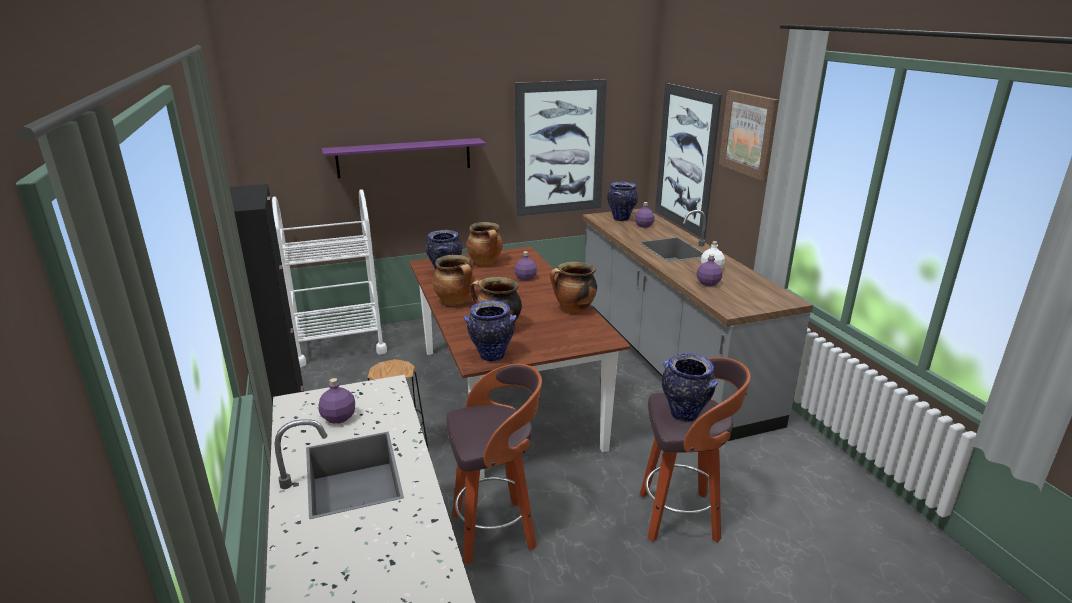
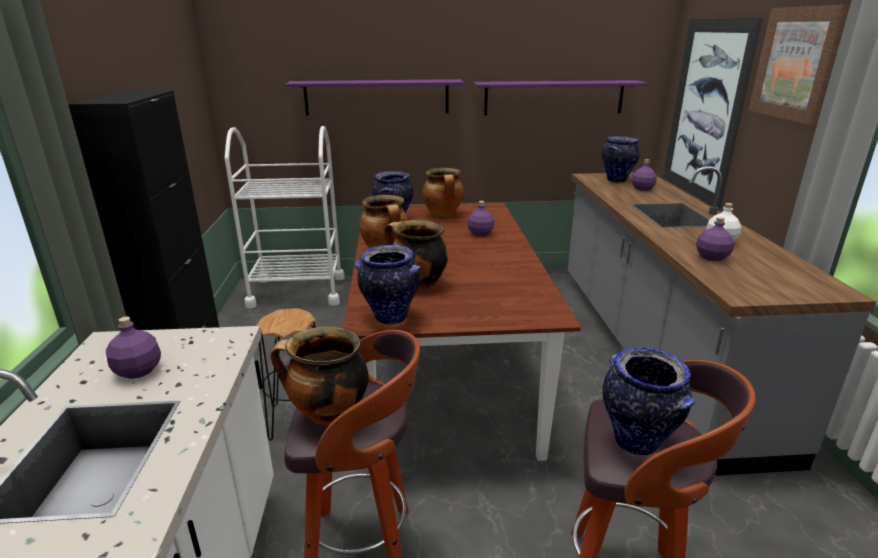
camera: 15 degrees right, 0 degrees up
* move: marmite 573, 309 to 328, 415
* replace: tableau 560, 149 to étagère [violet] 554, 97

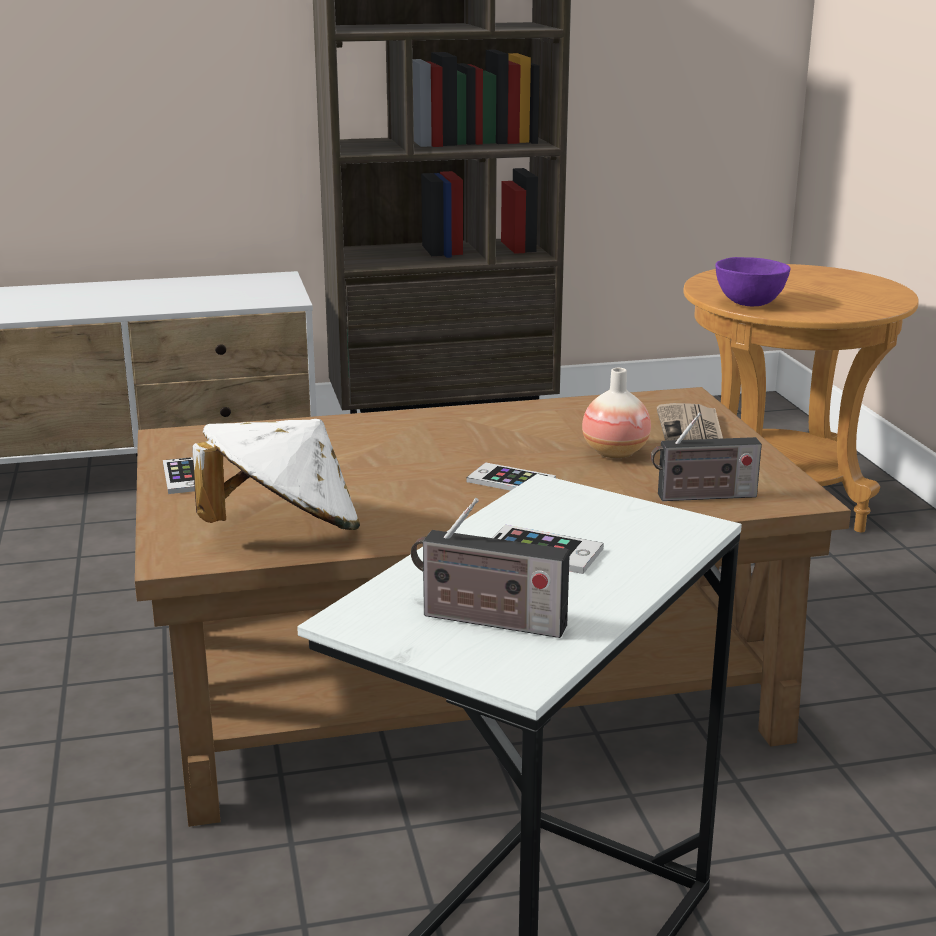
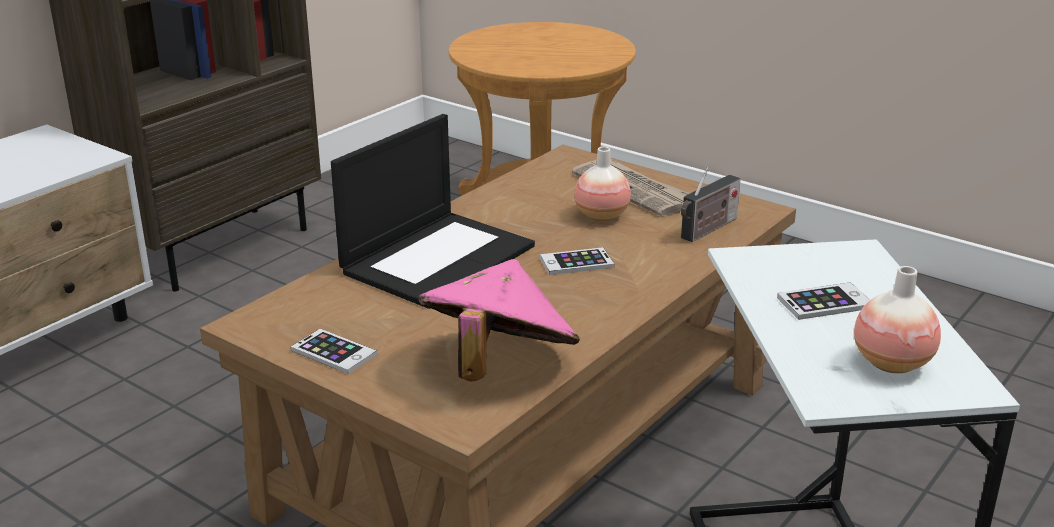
camera: 40 degrees left, 5 degrees up
* delete: bol [violet] 748, 303
* insert: ordinateur portable 438, 258
* replace: radio 486, 621 to vase 891, 363
* recolor: chapeau [blanc] 284, 530 to chapeau [rose] 497, 365

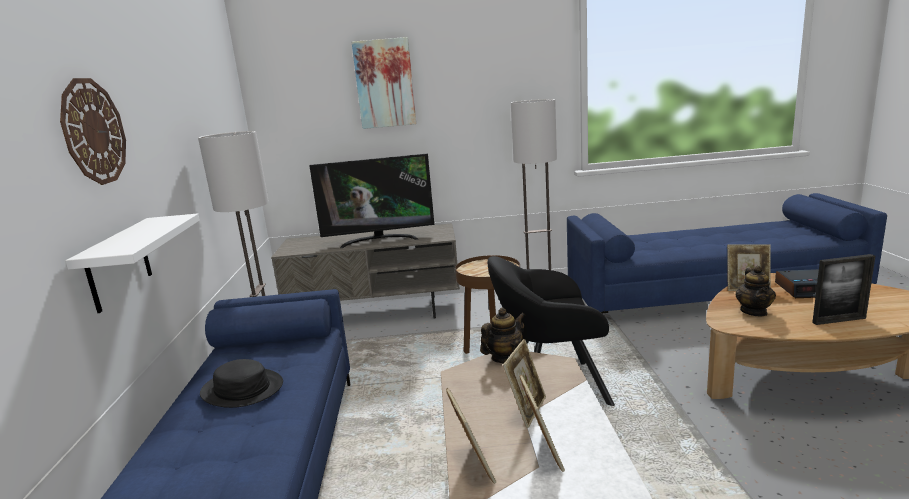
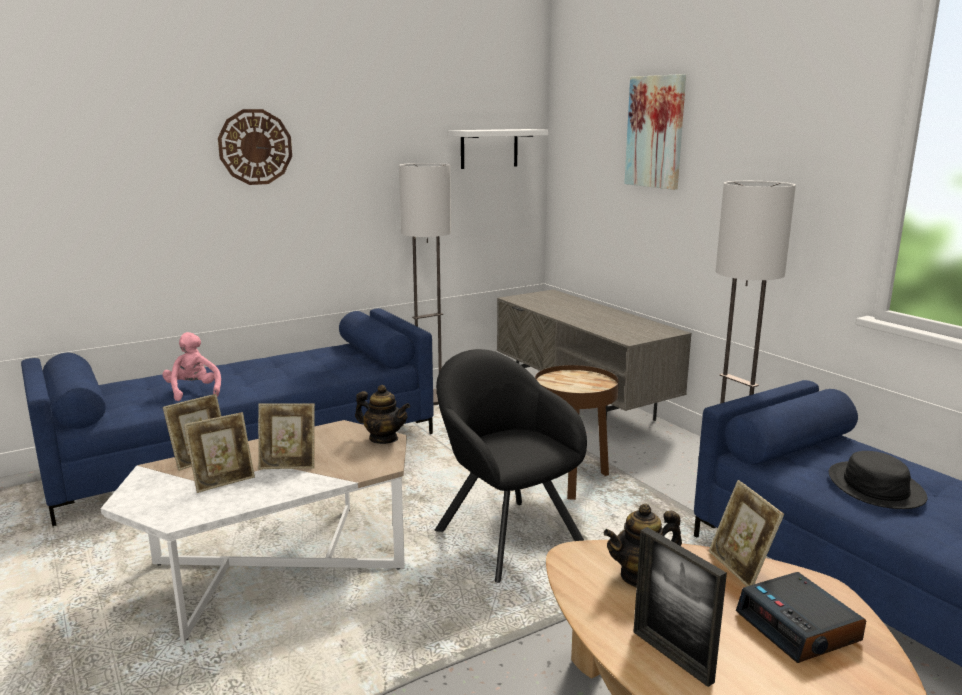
camera: 60 degrees right, 0 degrees up
* delete: téléviseur 379, 240
* insert: peluche [rose] 193, 391
* move: étagère [blanc] 118, 264 to 489, 148
* move: chapeau [noir] 242, 389 to 875, 487

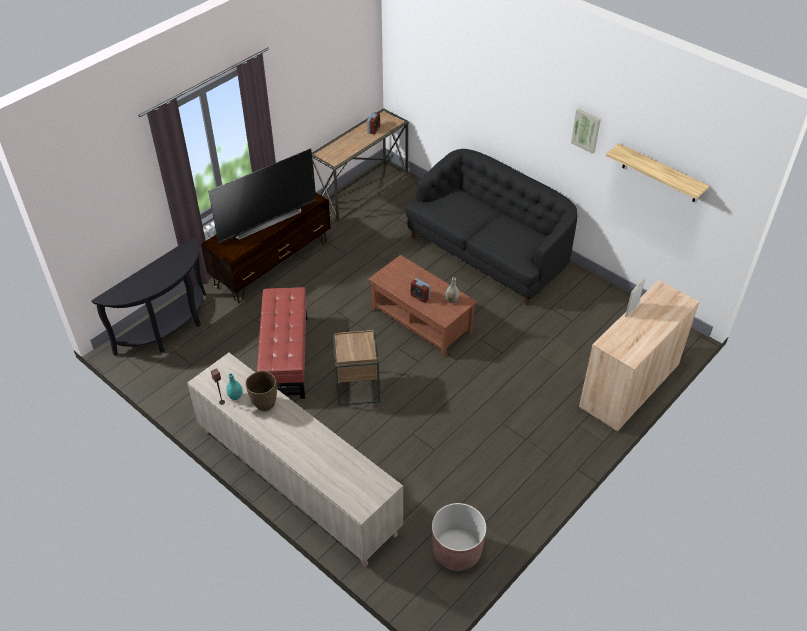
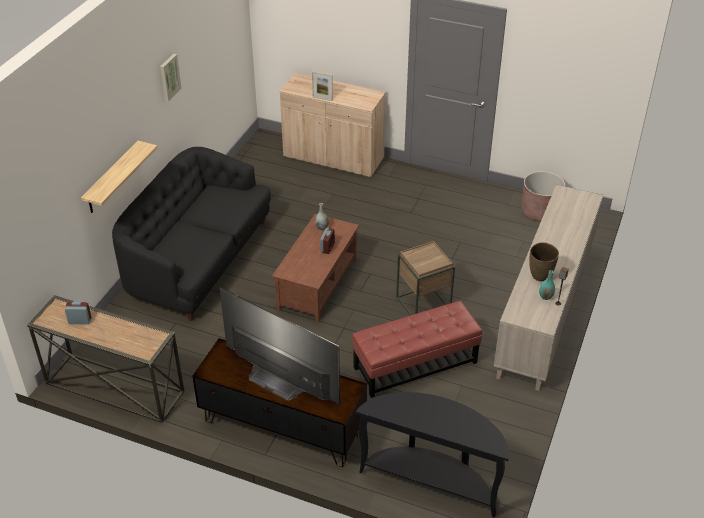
camera: 110 degrees left, 5 degrees down
* move: étagère 660, 174 to 112, 178

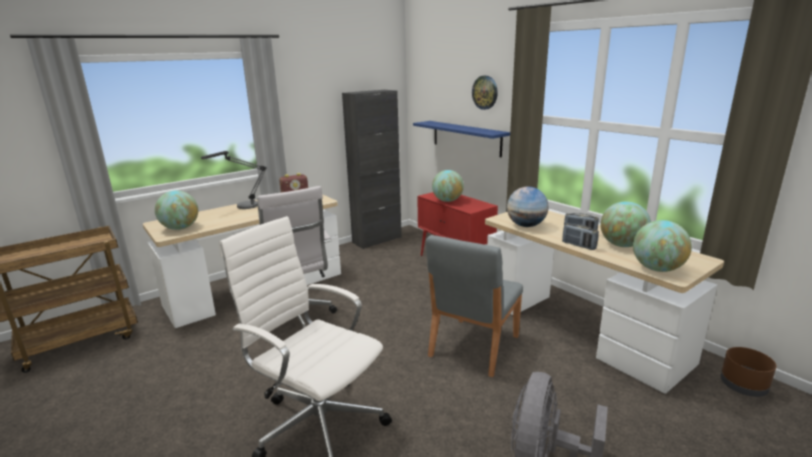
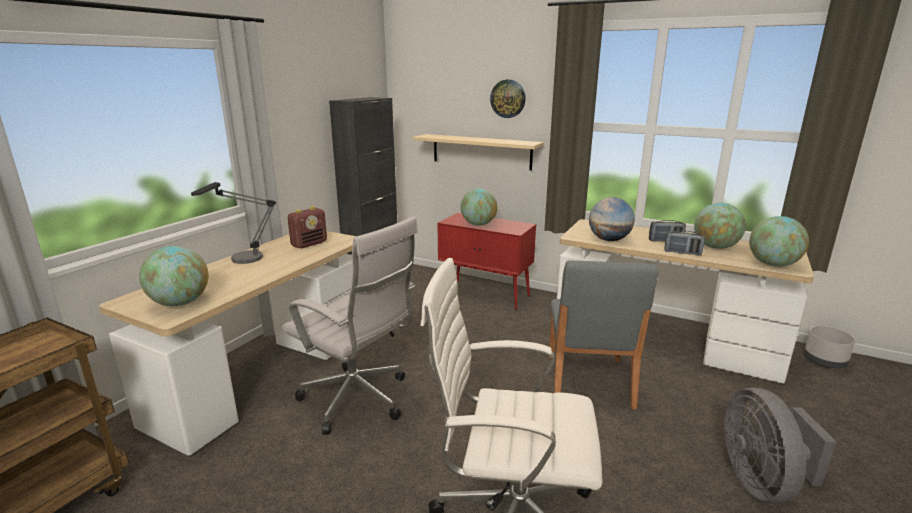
camera: 25 degrees left, 0 degrees up
* recolor: étagère [bleu] 466, 138 to étagère [beige] 481, 151
* recolor: cache-pot [marron] 743, 386 to cache-pot [gris] 825, 361

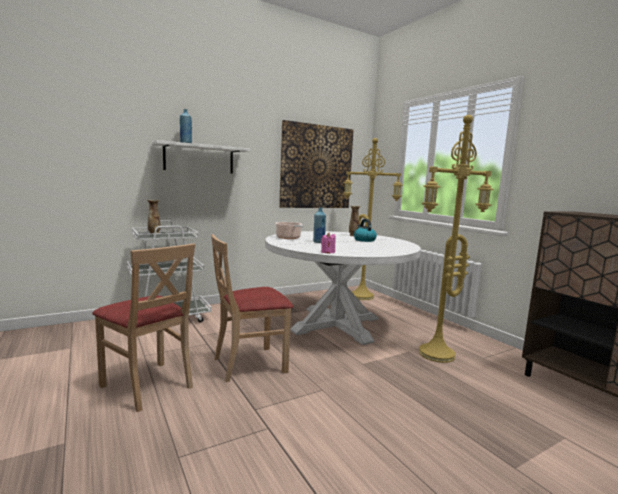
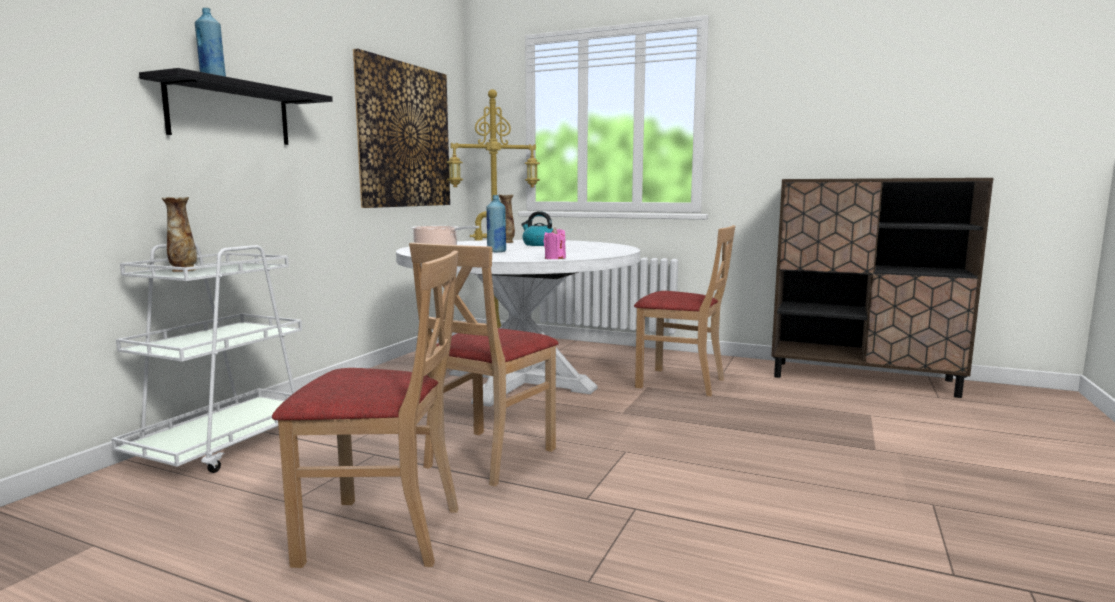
camera: 35 degrees left, 0 degrees up
* replace: lampadaire [jaune] 437, 355 to chaise [beige] 680, 382
* recolor: étagère [blanc] 199, 159 to étagère [noir] 230, 113

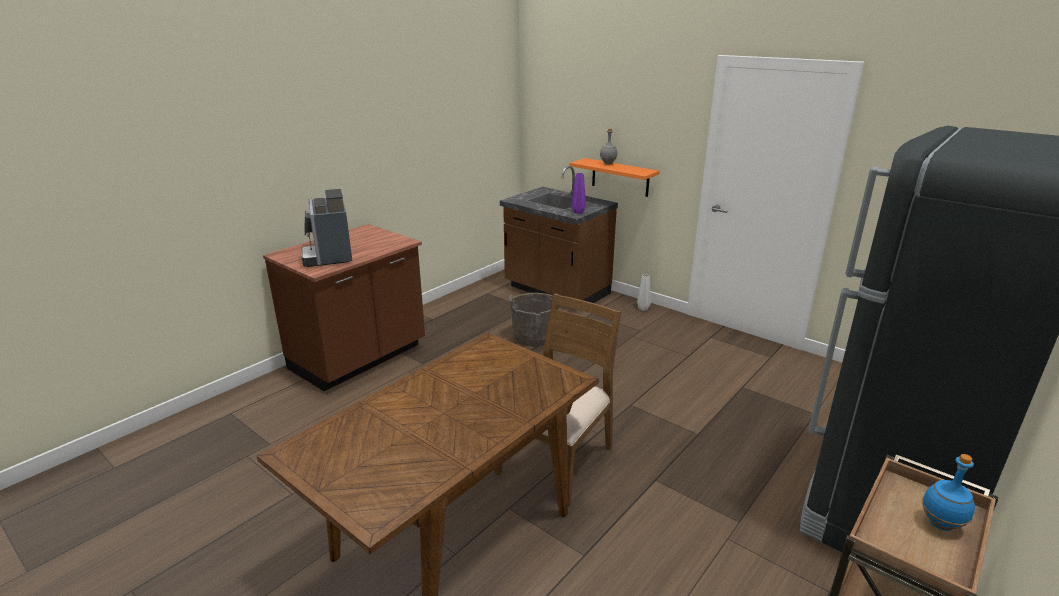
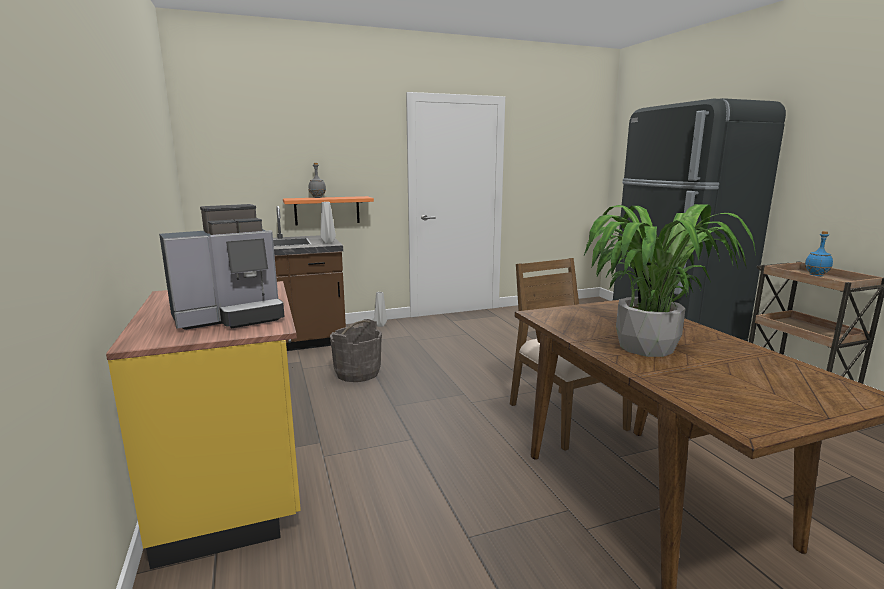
camera: 60 degrees left, 10 degrees down
* insert: plante en pot 644, 347
* recolor: comptoir de cuisine [marron] 359, 358 to comptoir de cuisine [jaune] 236, 486
* recolor: vase [violet] 578, 212 to vase [gris] 327, 242
* rotate: machine à café 329, 256 = 231, 317 45 degrees counterclockwise

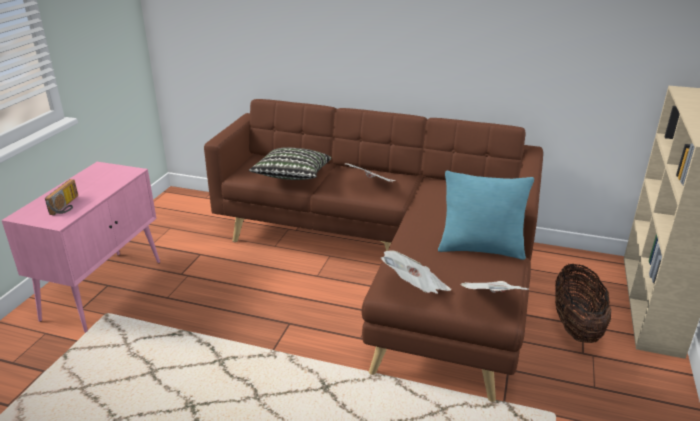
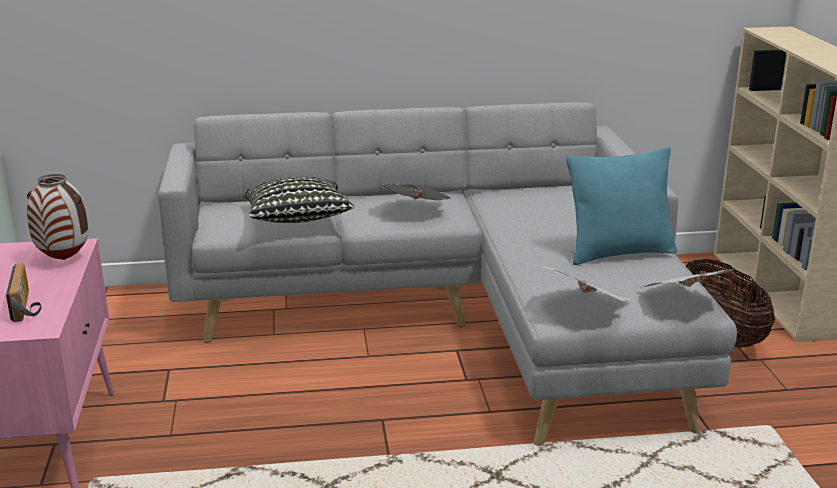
camera: 25 degrees left, 5 degrees down
* insert: vase 65, 259
* recolor: canapé [marron] 391, 270 to canapé [gris] 461, 326

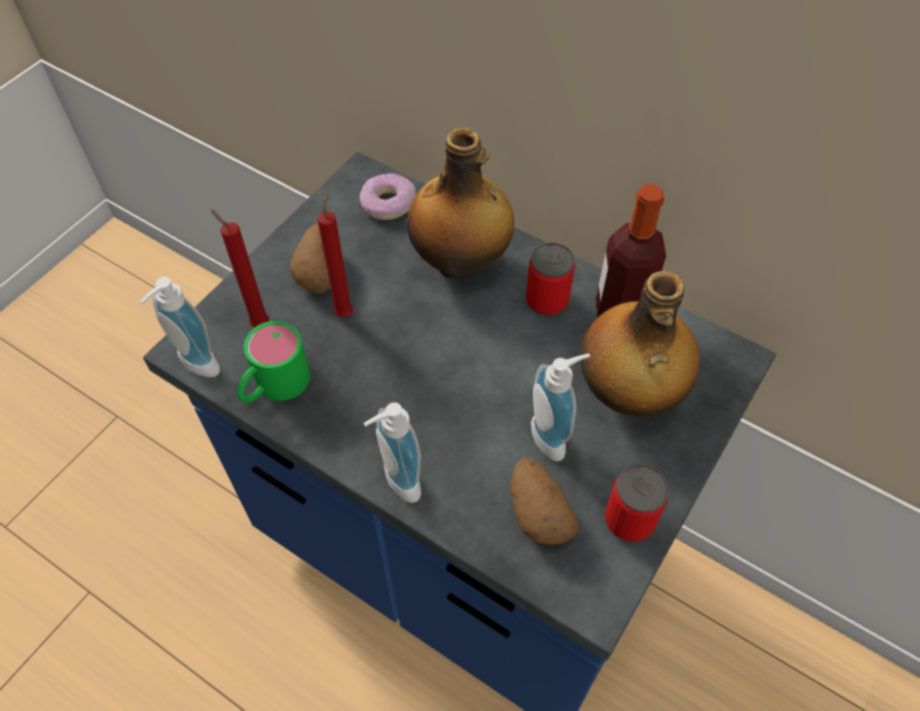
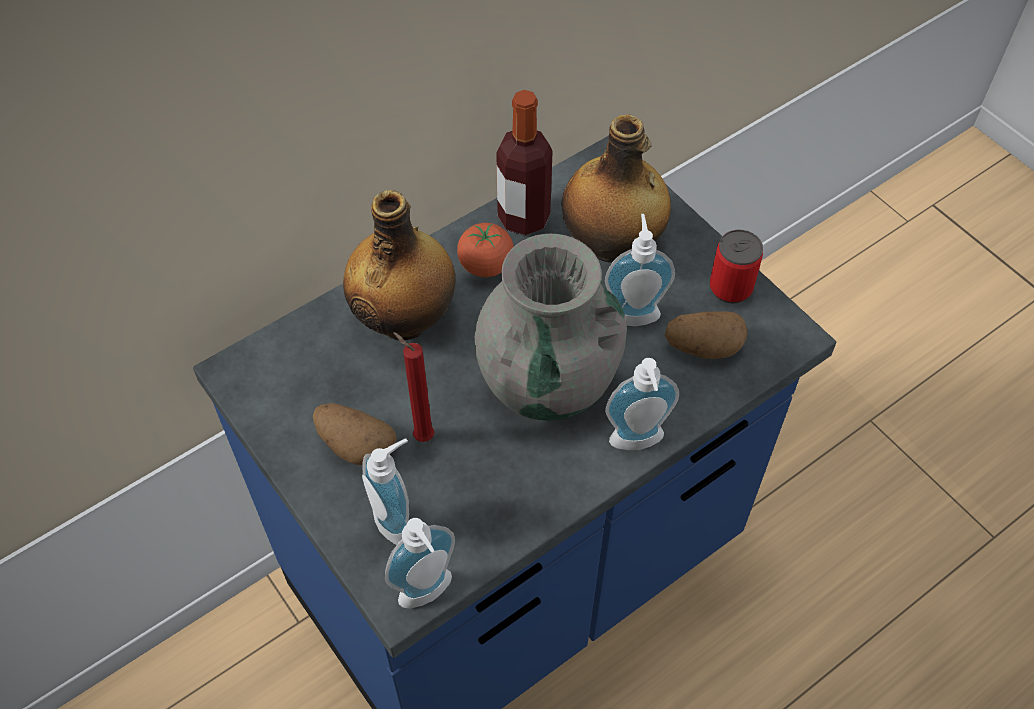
camera: 70 degrees left, 0 degrees up
* delete: mug [vert] 273, 386
* delete: beignet 388, 203
* insert: vase [gris] 548, 381
* replace: bougie [rouge] 258, 323 to distributeur de savon 398, 520
* replace: boîte métallique 547, 300 to tomate 486, 266

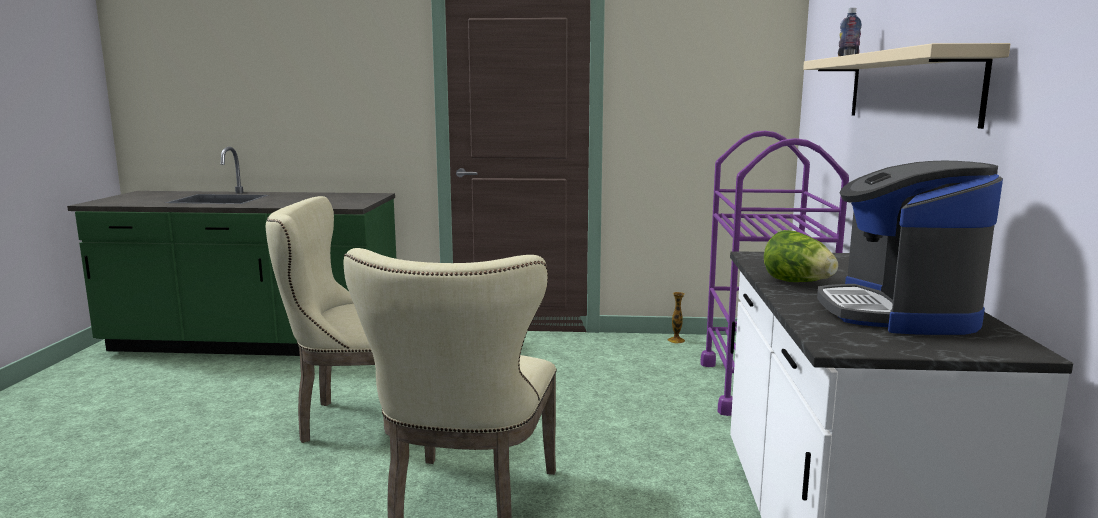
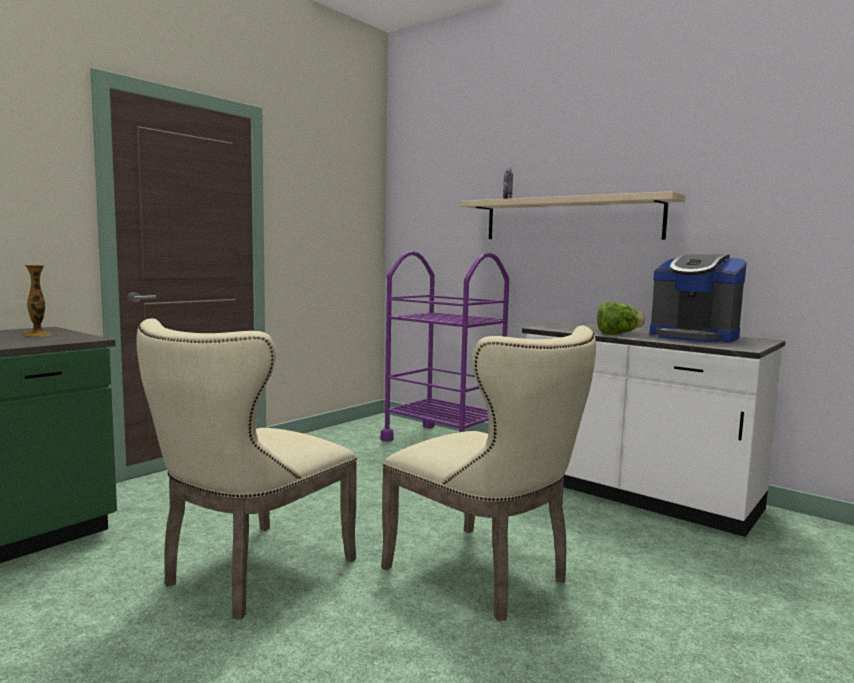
camera: 55 degrees left, 5 degrees down
* move: vase 676, 340 to 37, 335

